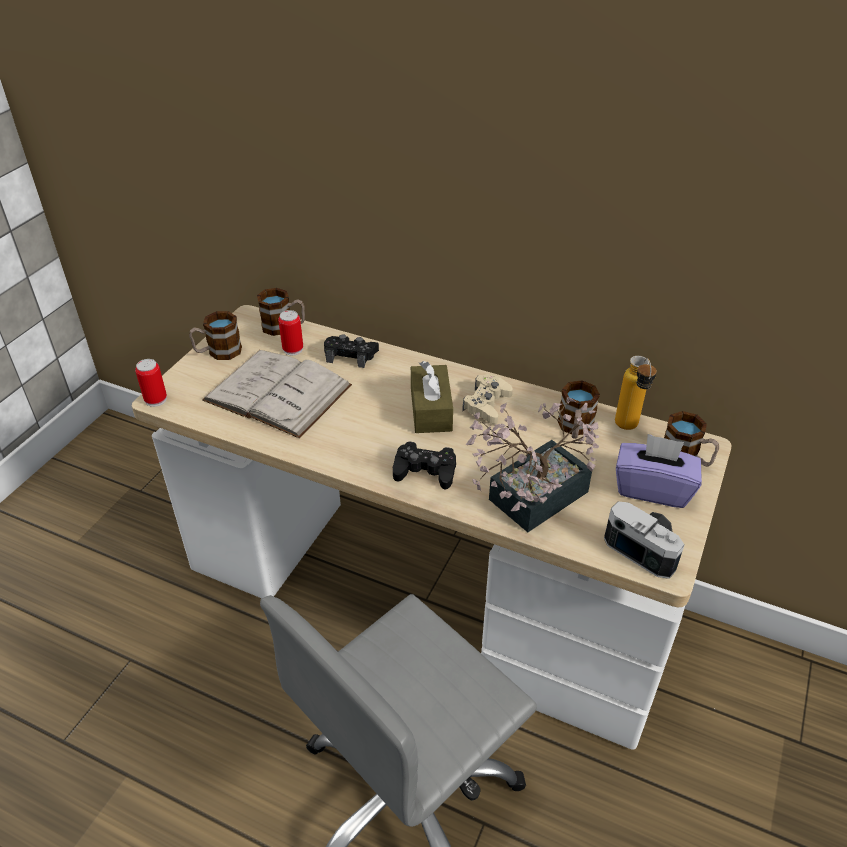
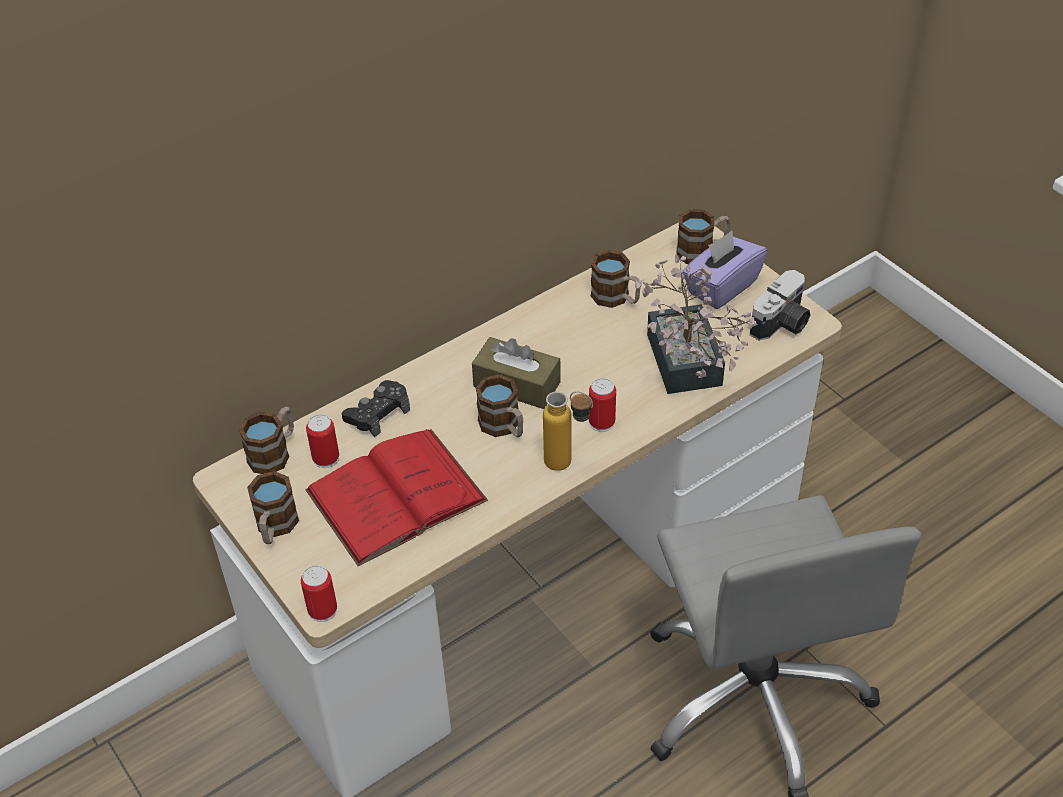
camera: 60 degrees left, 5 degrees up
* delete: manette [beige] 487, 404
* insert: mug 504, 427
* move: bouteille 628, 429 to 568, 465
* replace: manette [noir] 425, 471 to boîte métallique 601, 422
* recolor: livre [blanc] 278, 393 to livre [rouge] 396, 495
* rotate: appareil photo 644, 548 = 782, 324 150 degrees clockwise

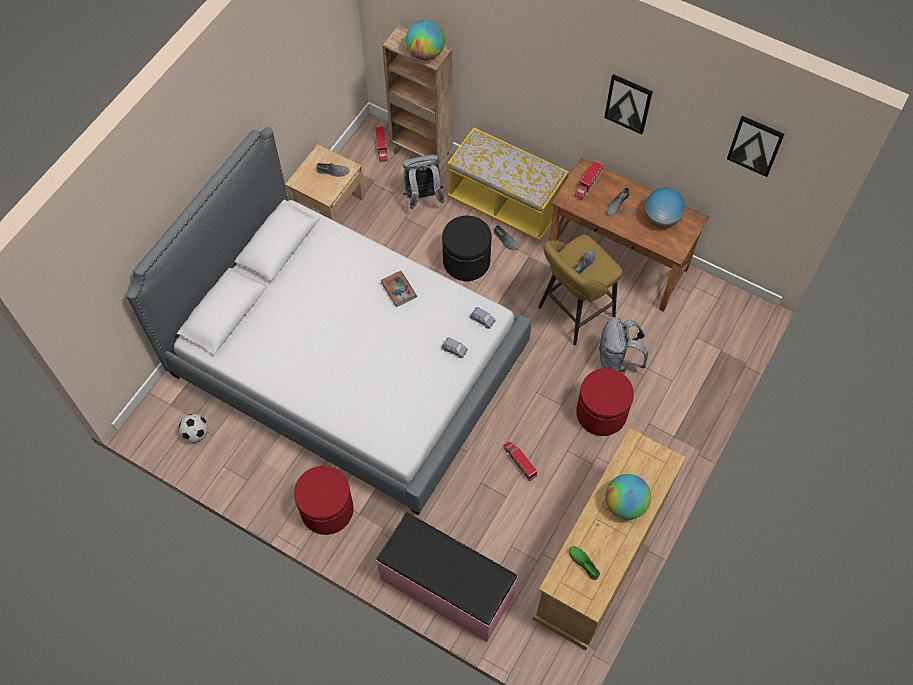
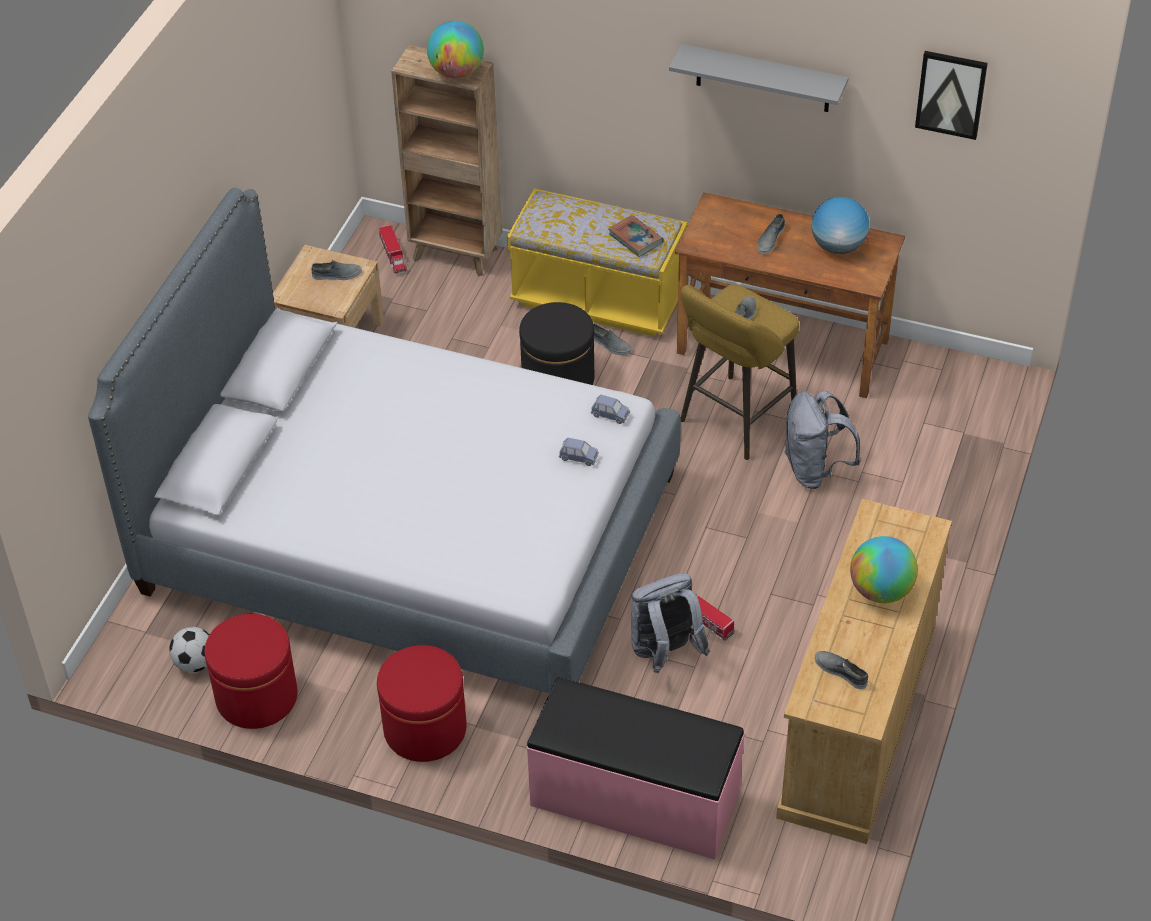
camera: 10 degrees left, 15 degrees down
* delete: camion jouet 588, 183
* move: livre 398, 290 to 635, 238
* move: sac à dos [gris] 423, 197 to 665, 653
* move: pouf [rouge] 601, 413 to 256, 697
* replace: tableau 628, 103 to étagère [gris] 763, 79
* recolor: chaussure [vert] 584, 563 to chaussure [gris] 841, 671

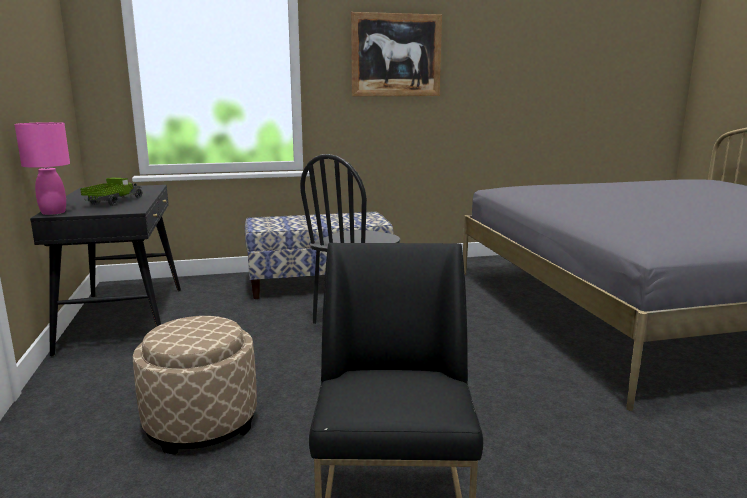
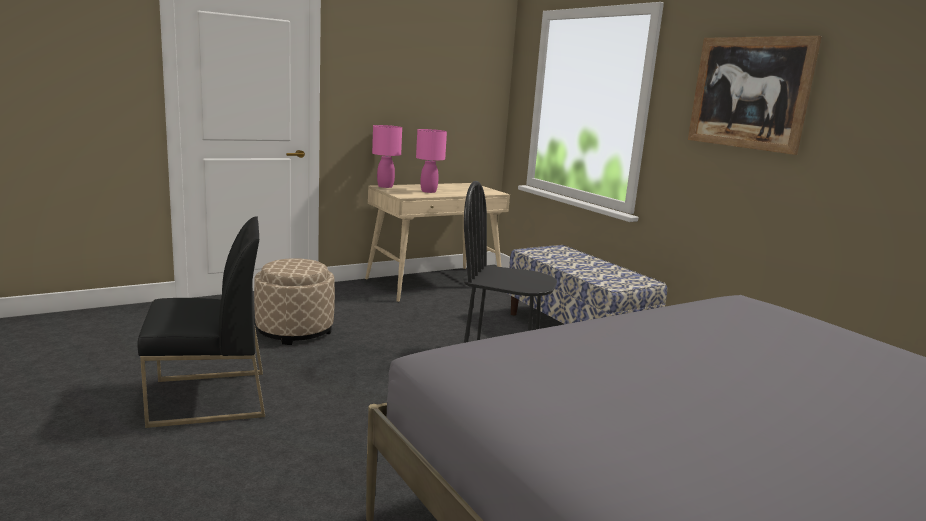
camera: 70 degrees right, 0 degrees up
* replace: camion jouet 114, 202 to lampe de table [rose] 428, 191
* recolor: bureau [noir] 124, 318 to bureau [beige] 434, 283

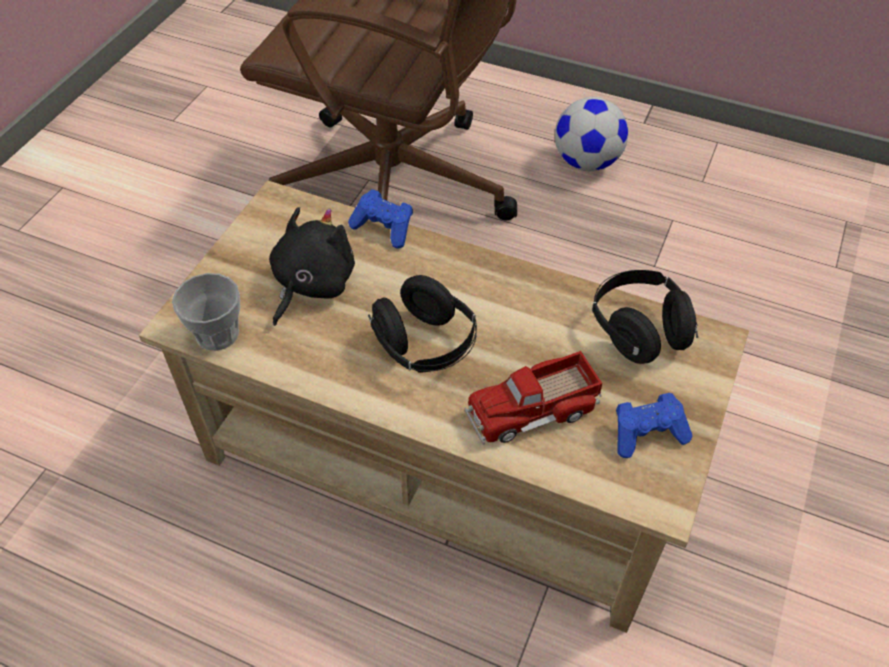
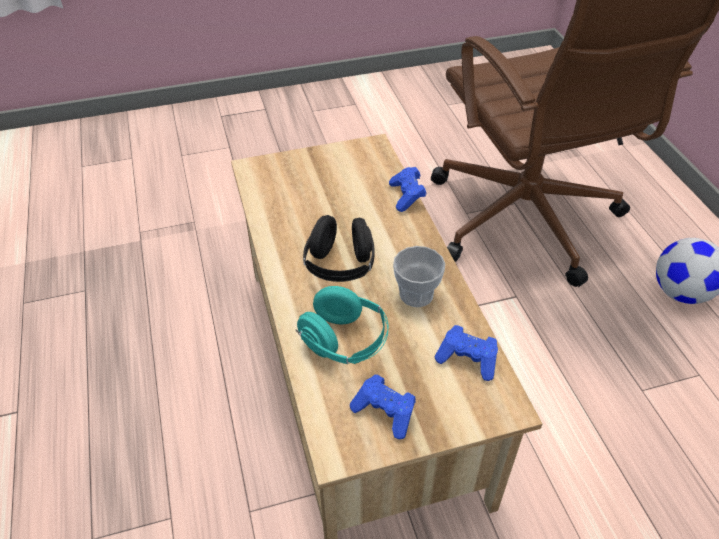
camera: 50 degrees right, 5 degrees down
* delete: peluche [noir] 311, 284
* move: tasse 217, 334 to 416, 294
* replace: camion jouet 532, 408 to casque audio [turquoise] 344, 342
* replace: casque audio [noir] 639, 330 to manette [bleu] 468, 360

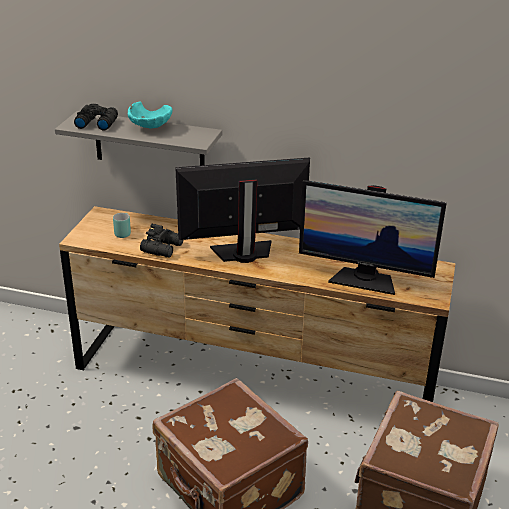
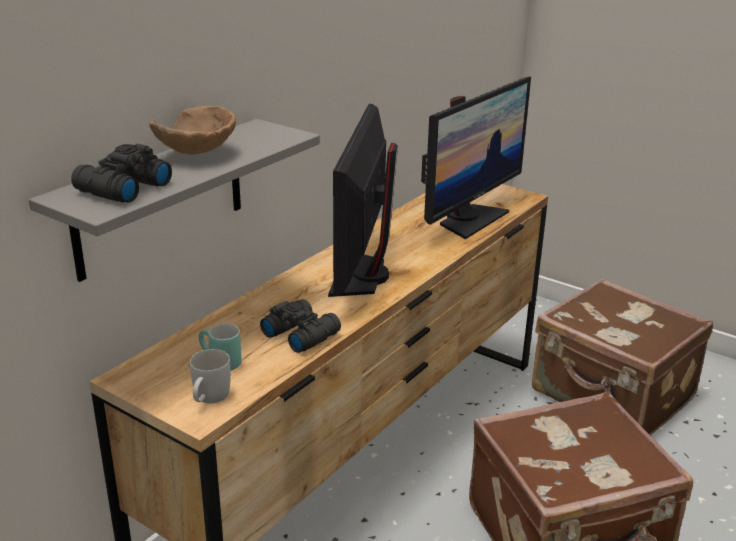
camera: 70 degrees left, 5 degrees down
* insert: mug [blanc] 209, 398
* recolor: bol [turquoise] 149, 128 to bol [marron] 198, 155

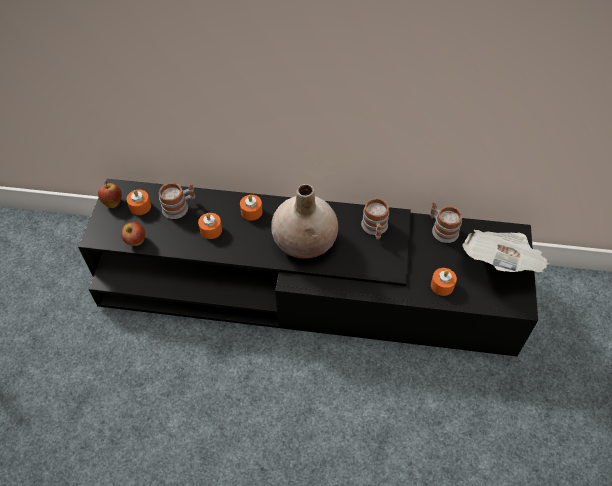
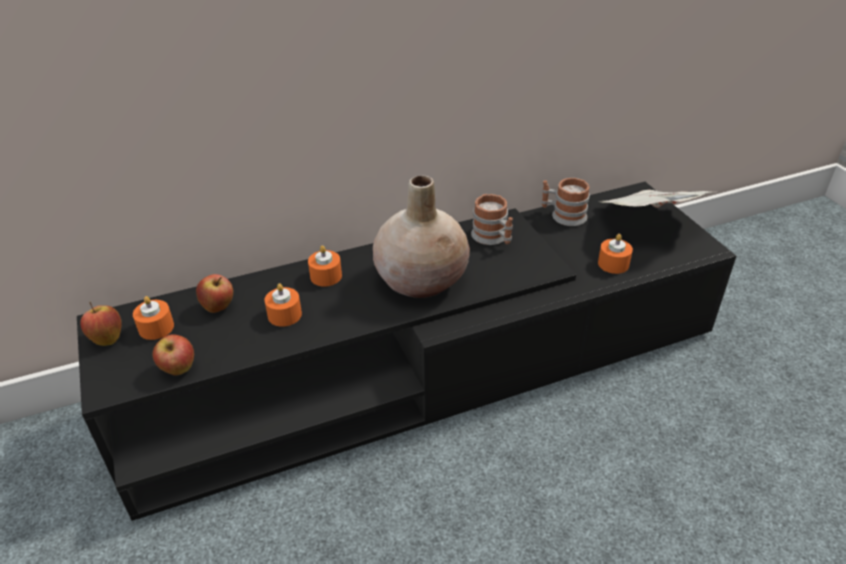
camera: 30 degrees left, 15 degrees down
* replace: mug 179, 207 to pomme 219, 307

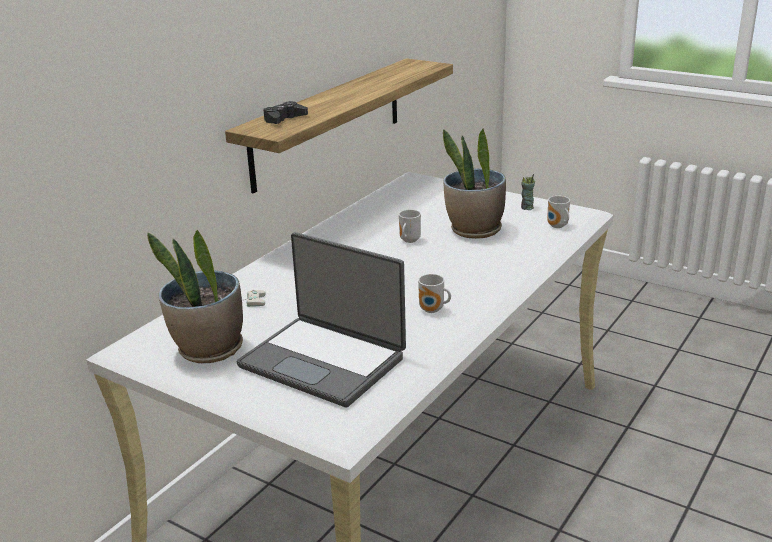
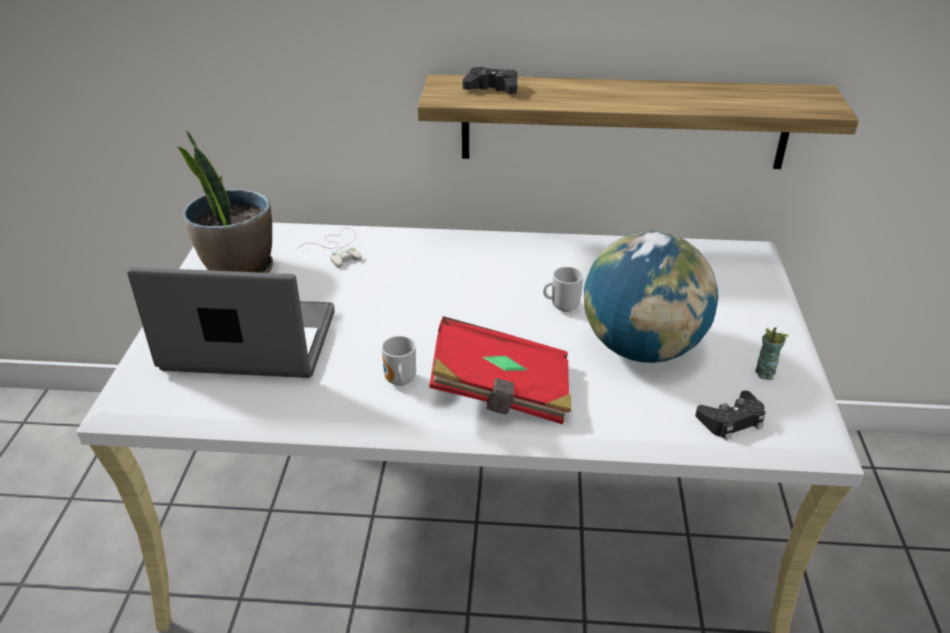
camera: 60 degrees right, 10 degrees up
* insert: livre [rouge] 501, 393
* replace: plante en pot 474, 230 to globe 642, 348
* replace: mug 557, 226 to manette [noir] 731, 421
* rotate: ordinateur portable 324, 361 = 248, 343 90 degrees clockwise

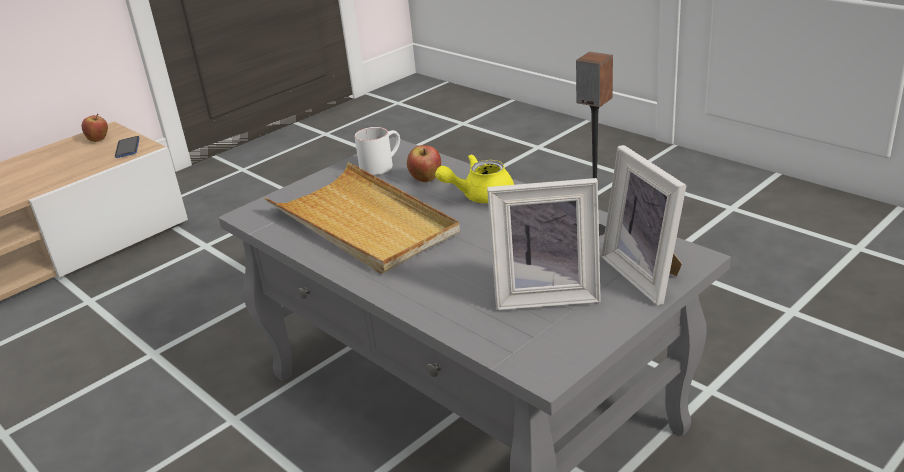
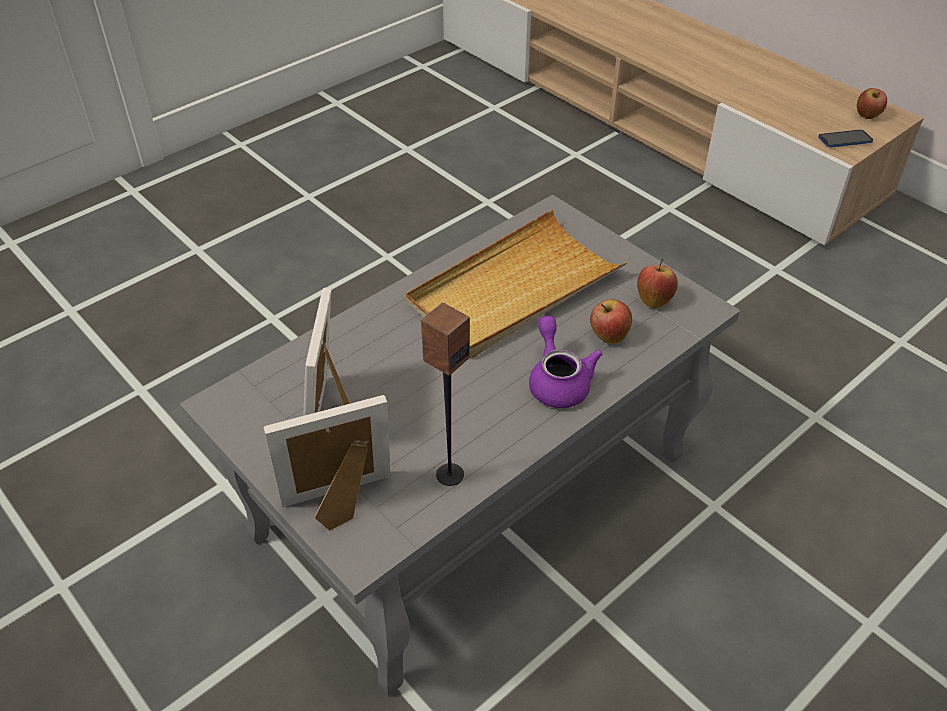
camera: 90 degrees right, 15 degrees up
* replace: mug [blanc] 381, 165 to pomme 654, 300
* recolor: théière [jaune] 480, 195 to théière [violet] 558, 381

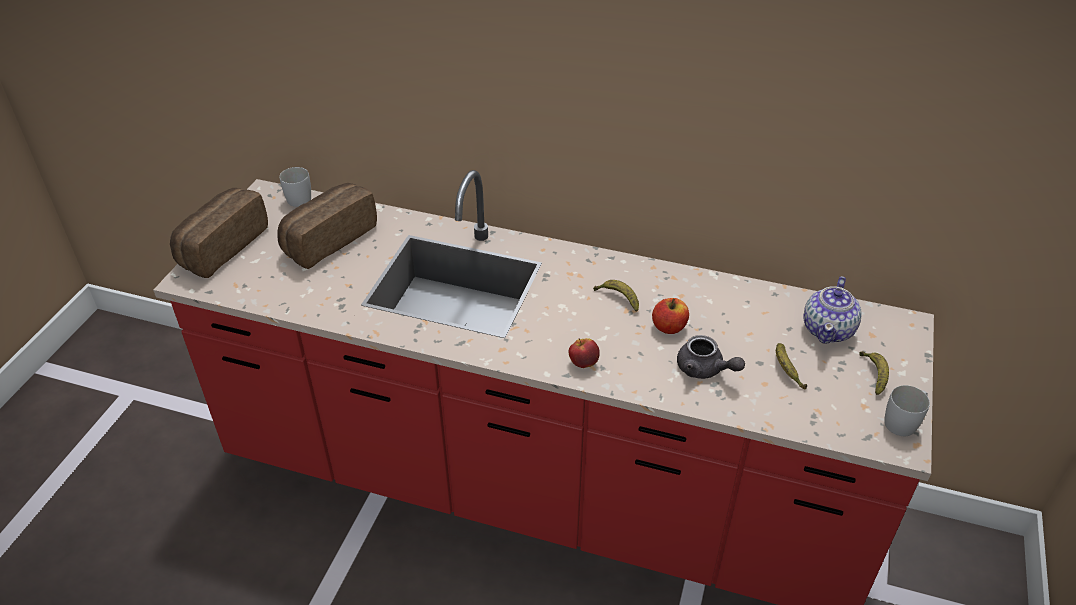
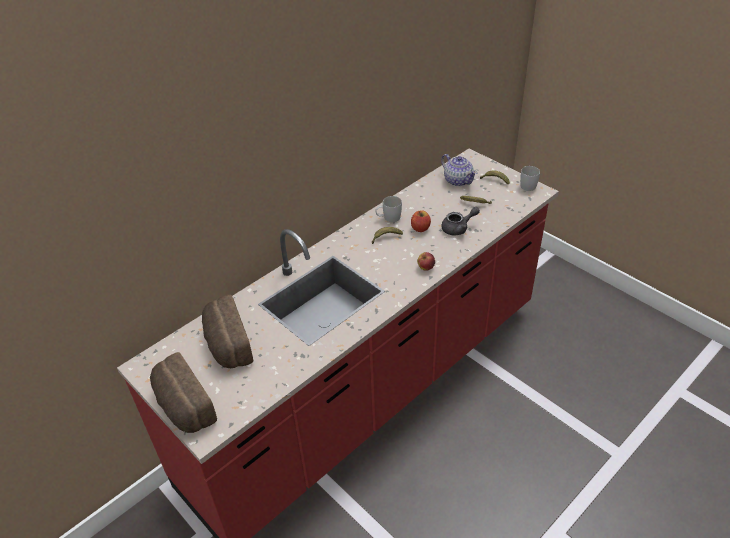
camera: 60 degrees left, 0 degrees up
* move: mug [blanc] 296, 197 to 388, 218

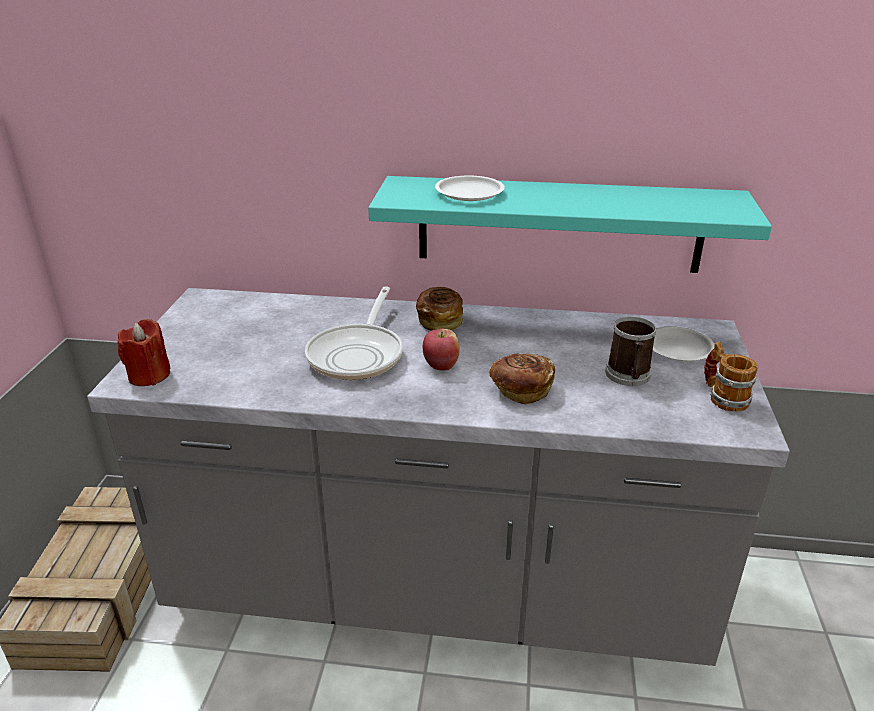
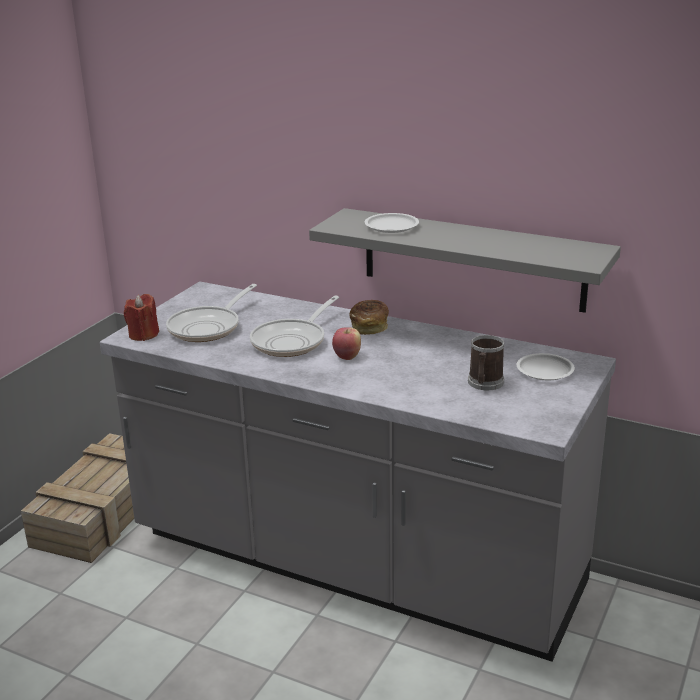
camera: 20 degrees right, 5 degrees down
* delete: pain 521, 390
* delete: mug 723, 397
* insert: poêle 208, 327
* recolor: étagère [turquoise] 559, 224 to étagère [gris] 472, 259

